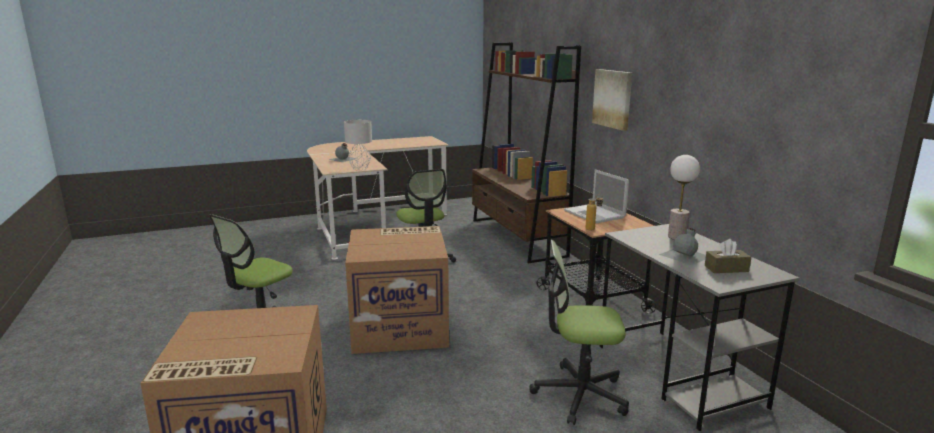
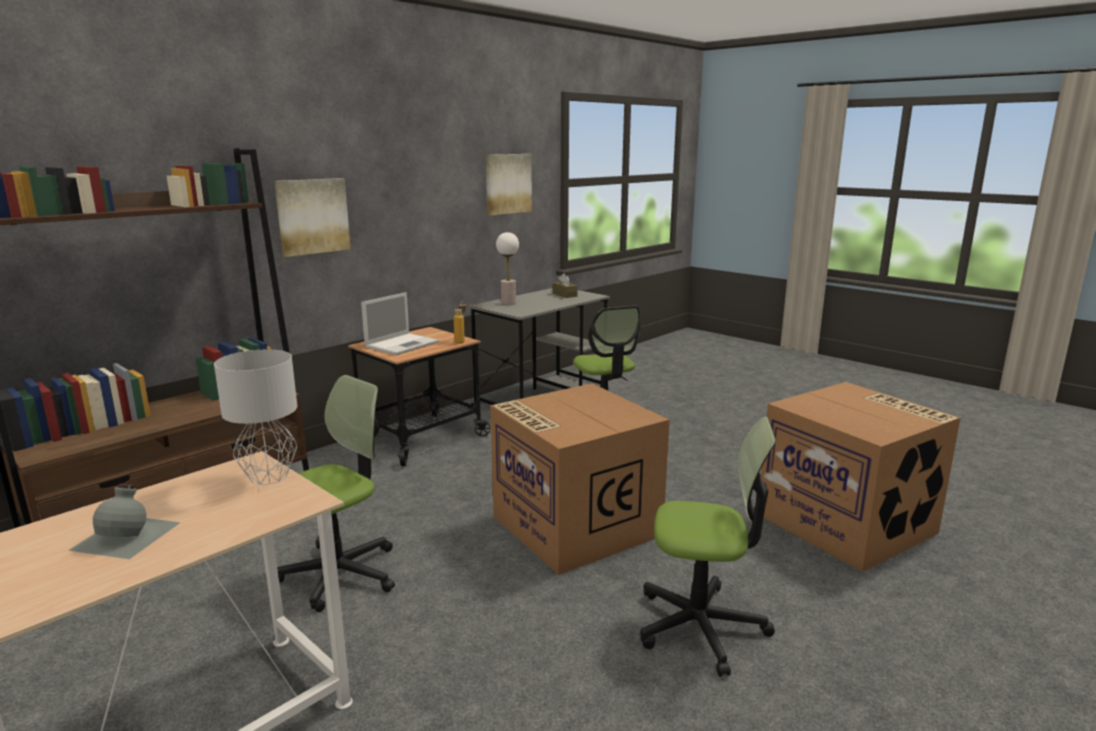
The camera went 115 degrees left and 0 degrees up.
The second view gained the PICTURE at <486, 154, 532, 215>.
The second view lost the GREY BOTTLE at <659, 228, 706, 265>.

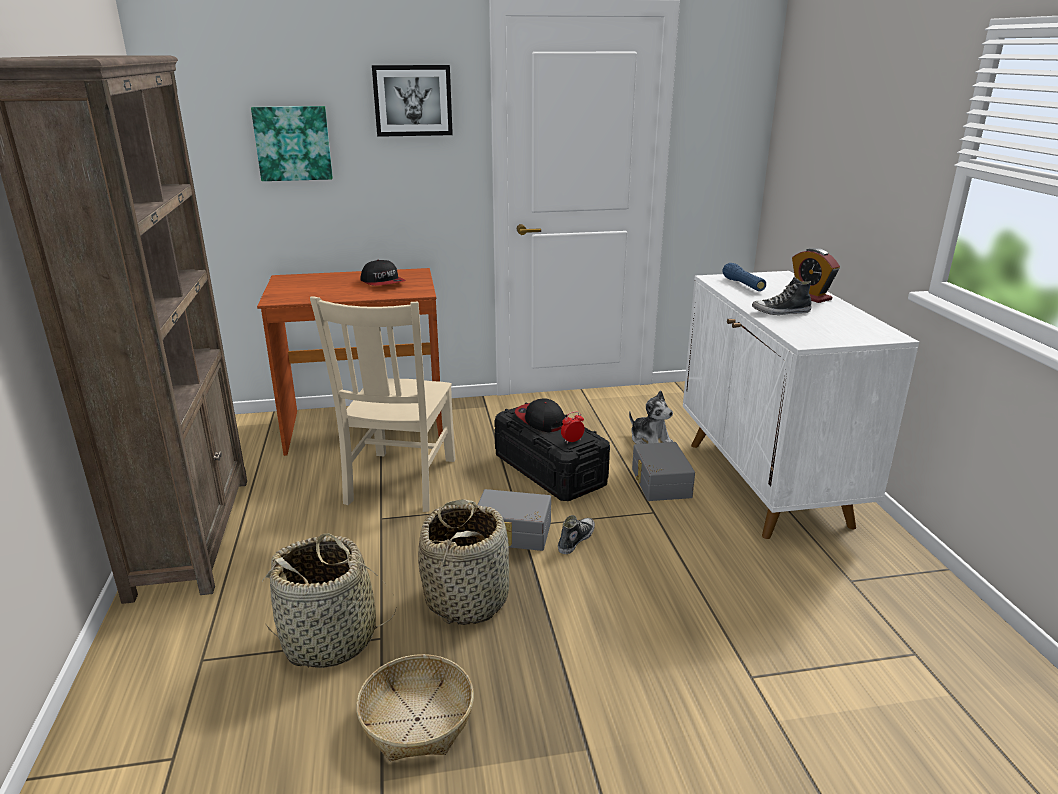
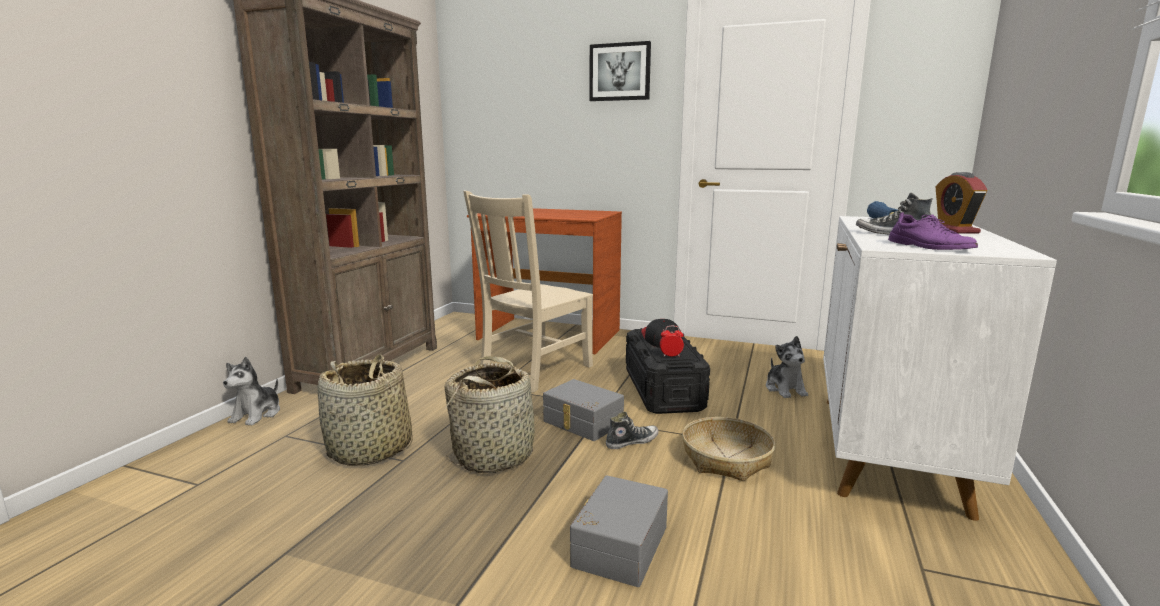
The camera went 30 degrees right and 10 degrees down.
The second view gained the PLUSH TOY at <223, 357, 280, 426>.
The GREY STORAGE BOX ended up elsewhere, having gone from <632, 442, 695, 501> to <570, 475, 668, 587>.
The BASKET ended up elsewhere, having gone from <356, 654, 474, 761> to <682, 417, 775, 481>.
The second view gained the PURPLE SHOE at <888, 212, 978, 250>.
The second view lost the PICTURE at <251, 106, 333, 181>.
The second view lost the CAP at <360, 260, 406, 286>.

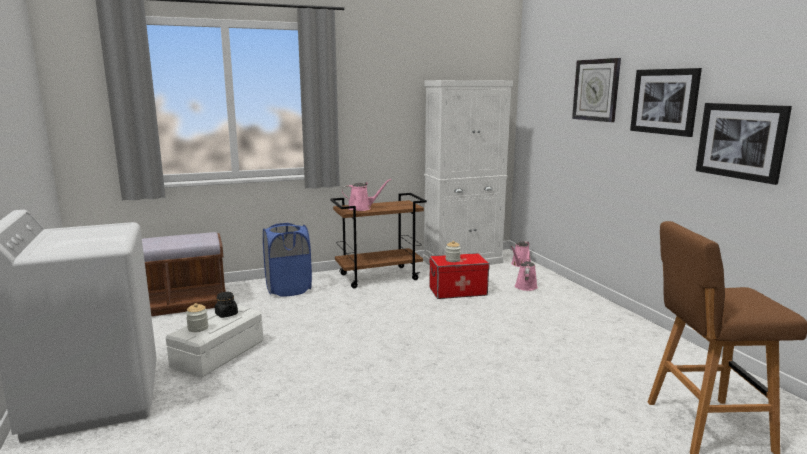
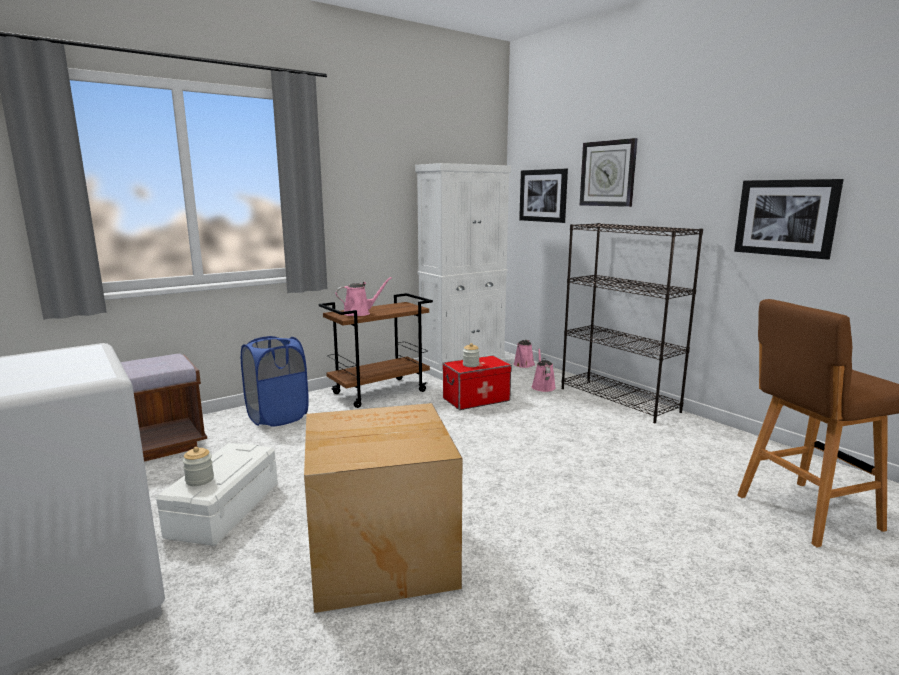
The camera went 15 degrees left and 0 degrees up.
The second view gained the CARDBOARD BOX at <304, 403, 462, 613>.
The PICTURE ended up elsewhere, having gone from <630, 68, 702, 137> to <519, 169, 568, 223>.
The second view gained the BLACK BOOKCASE at <562, 223, 703, 423>.
The second view lost the BLACK JAR at <215, 292, 238, 318>.

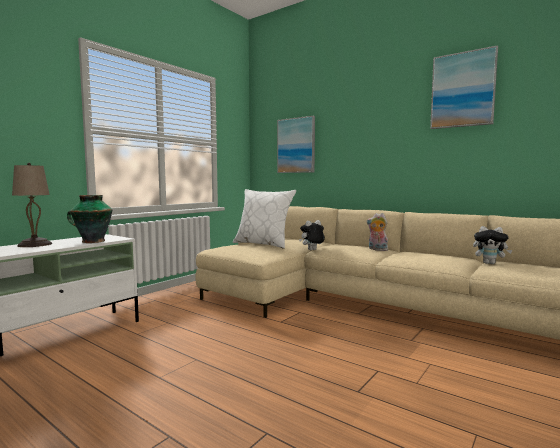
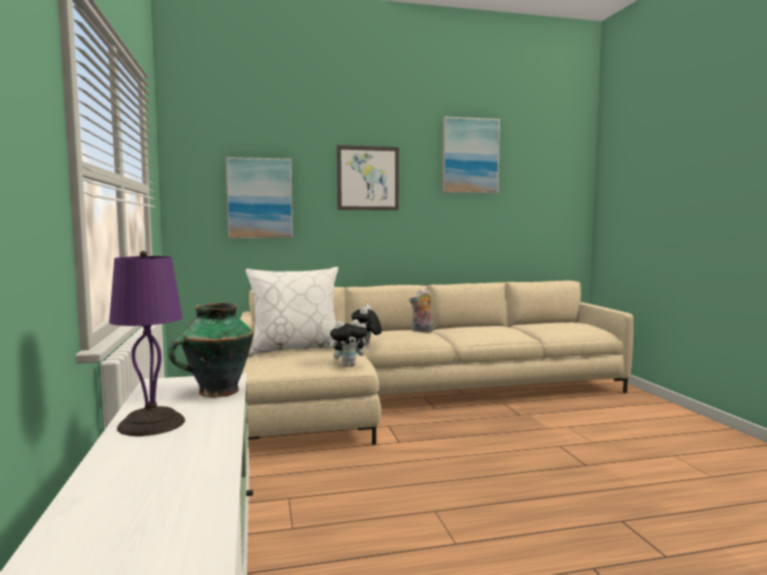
The camera went 50 degrees left and 0 degrees up.
What was the BEIGE TABLE LAMP at <12, 163, 52, 247> turned into the PURPLE TABLE LAMP at <109, 251, 185, 436>.
The PLUSH TOY ended up elsewhere, having gone from <473, 226, 513, 264> to <330, 320, 370, 367>.
The second view gained the PICTURE at <337, 145, 399, 210>.

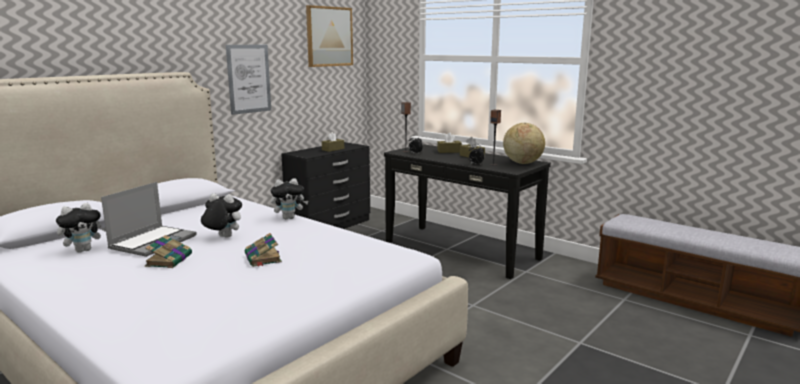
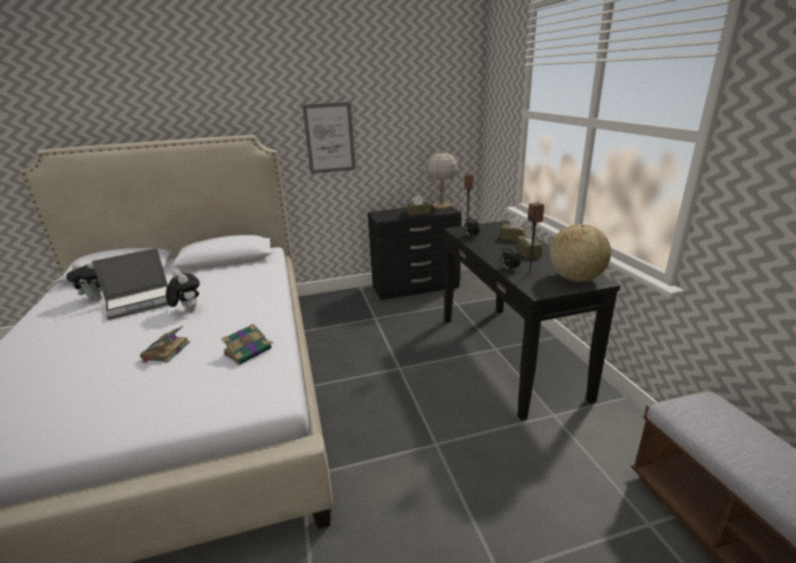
The camera went 35 degrees right and 10 degrees up.
The BOOK ended up elsewhere, having gone from <145, 235, 192, 268> to <221, 324, 274, 365>.
The second view gained the TABLE LAMP at <426, 149, 459, 209>.
The second view lost the PLUSH TOY at <271, 178, 308, 219>.
The second view lost the PICTURE at <306, 5, 353, 67>.

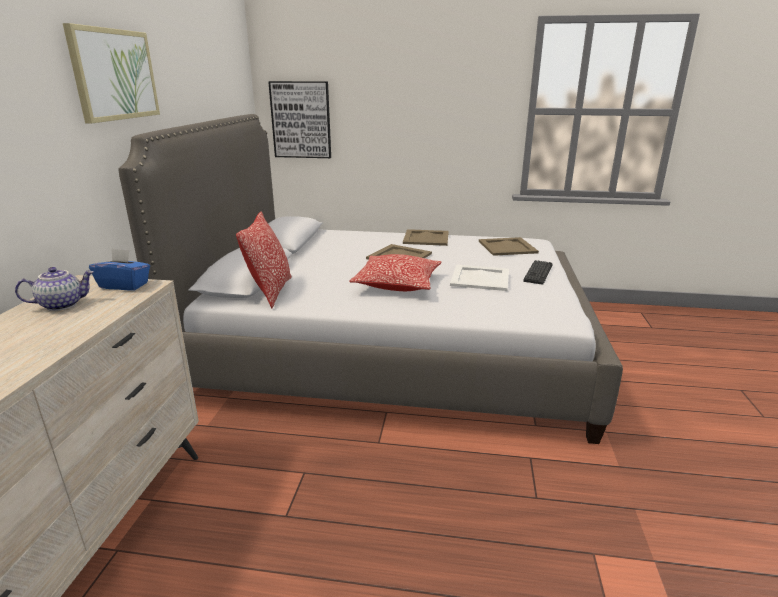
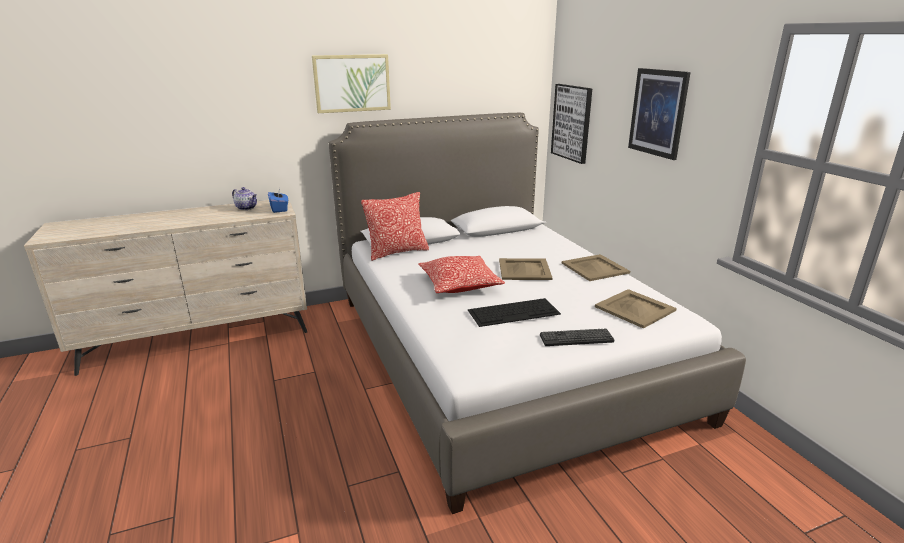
The camera went 60 degrees right and 0 degrees up.
Where the WHITE TRAY stood at <450, 265, 509, 291>, the KEYBOARD came to stand at <468, 298, 561, 327>.
The second view gained the PICTURE at <628, 68, 691, 160>.

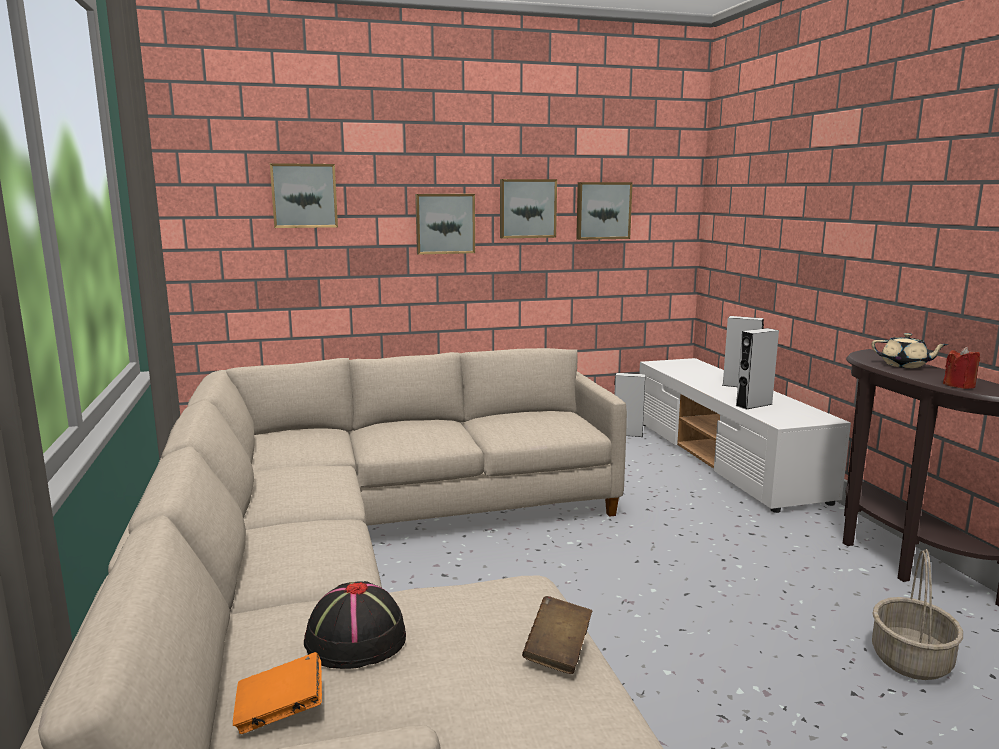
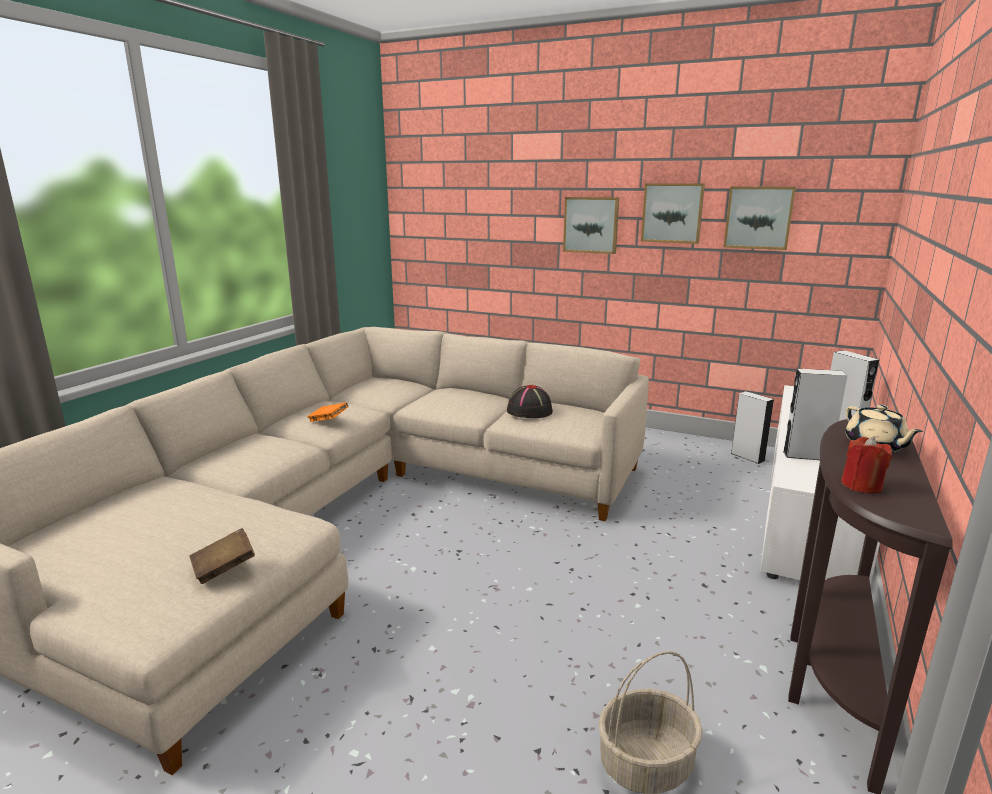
The camera went 40 degrees right and 5 degrees up.
The ORANGE BOOK ended up elsewhere, having gone from <233, 652, 322, 734> to <307, 403, 348, 422>.
The BLACK HAT ended up elsewhere, having gone from <304, 581, 406, 669> to <507, 385, 553, 418>.
The second view lost the PICTURE at <270, 163, 338, 228>.

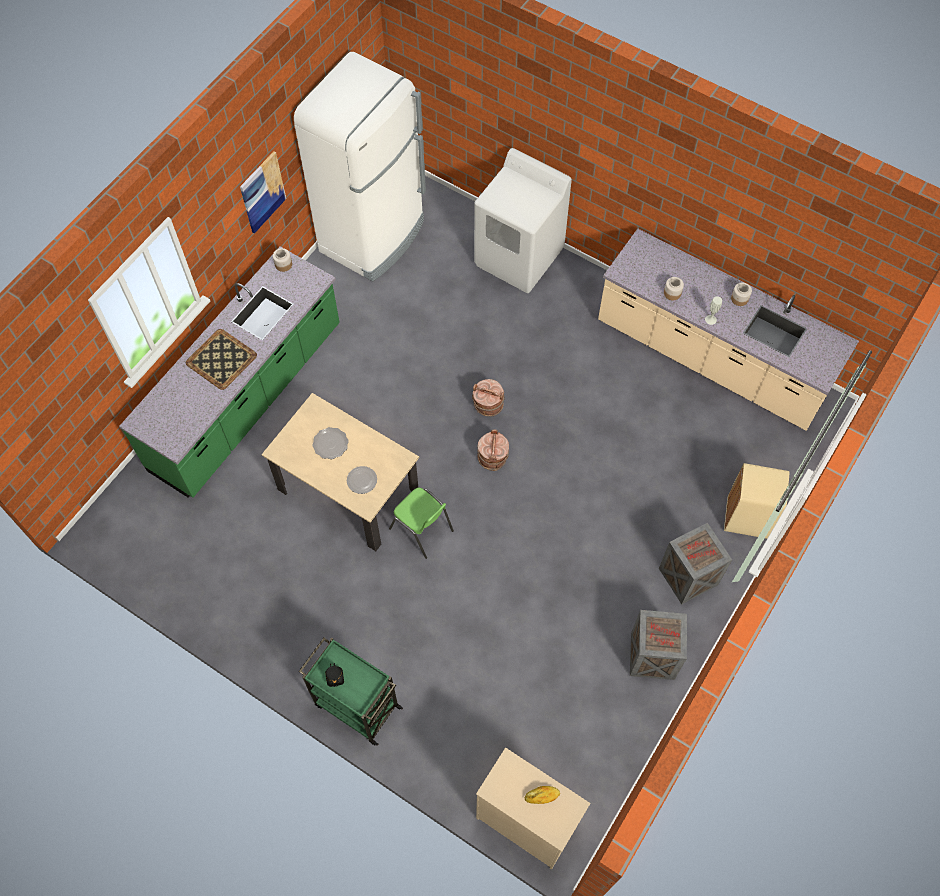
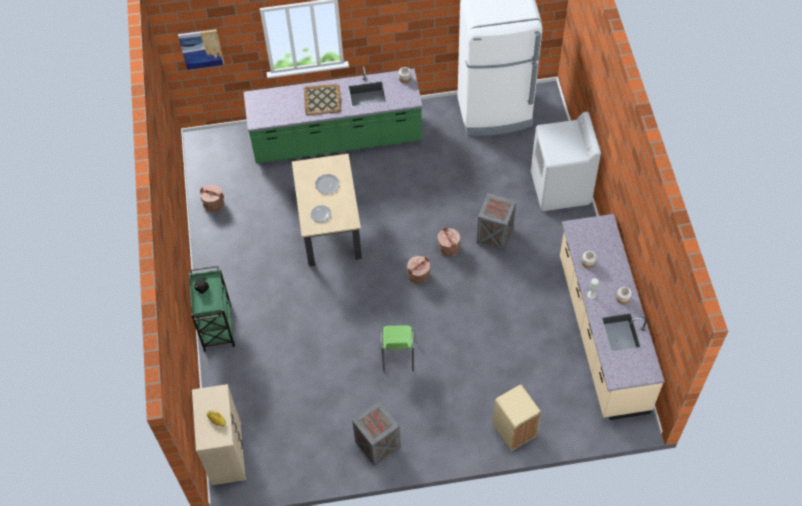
The camera went 50 degrees right and 5 degrees down.
The PICTURE ended up elsewhere, having gone from <240, 151, 286, 234> to <178, 29, 224, 70>.
The second view gained the BROWN BUCKET at <200, 184, 224, 212>.
The GREEN CHAIR ended up elsewhere, having gone from <389, 487, 454, 559> to <381, 326, 415, 371>.
The CRATE ended up elsewhere, having gone from <659, 523, 732, 604> to <476, 193, 516, 252>.

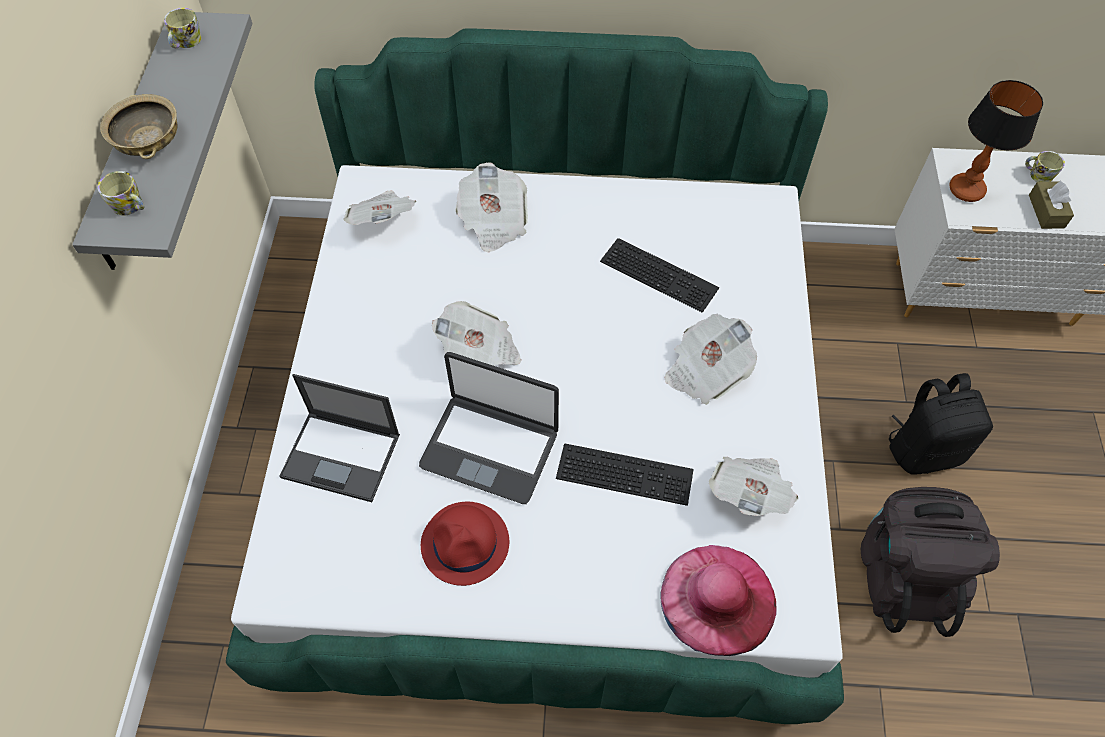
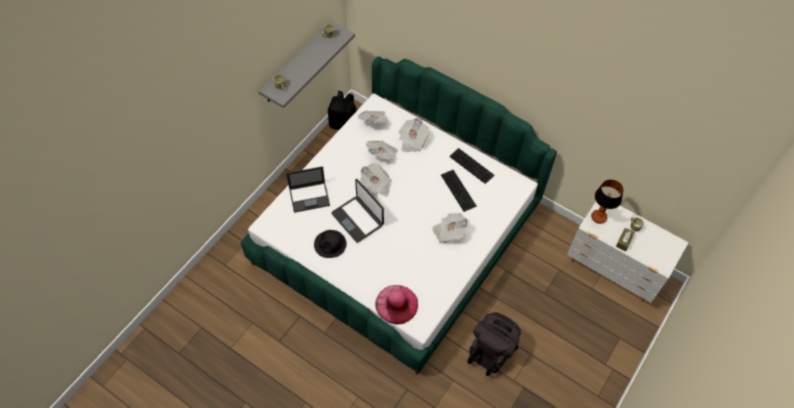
The camera went 30 degrees right and 0 degrees up.
The LAPTOP at <279, 374, 400, 502> ended up facing another way, 60 degrees counterclockwise from before.
What was the RED HAT at <421, 502, 509, 586> turned into the BLACK HAT at <314, 230, 347, 258>.
The BLACK BACKPACK ended up elsewhere, having gone from <889, 373, 993, 475> to <328, 91, 356, 130>.
The NEWSPAPER ended up elsewhere, having gone from <709, 457, 798, 516> to <366, 141, 398, 160>.
The KEYBOARD ended up elsewhere, having gone from <556, 443, 694, 506> to <449, 148, 494, 184>.
The second view lost the BEIGE BOWL at <100, 94, 177, 159>.

